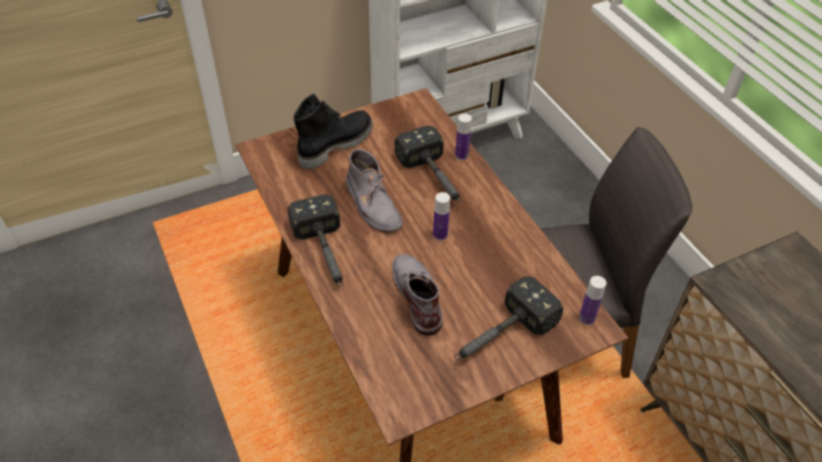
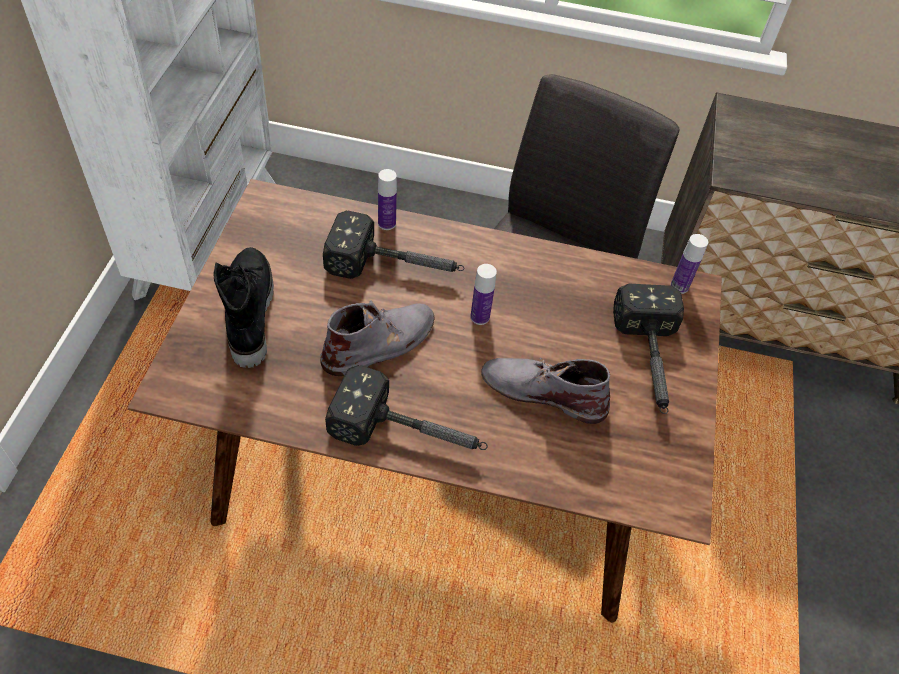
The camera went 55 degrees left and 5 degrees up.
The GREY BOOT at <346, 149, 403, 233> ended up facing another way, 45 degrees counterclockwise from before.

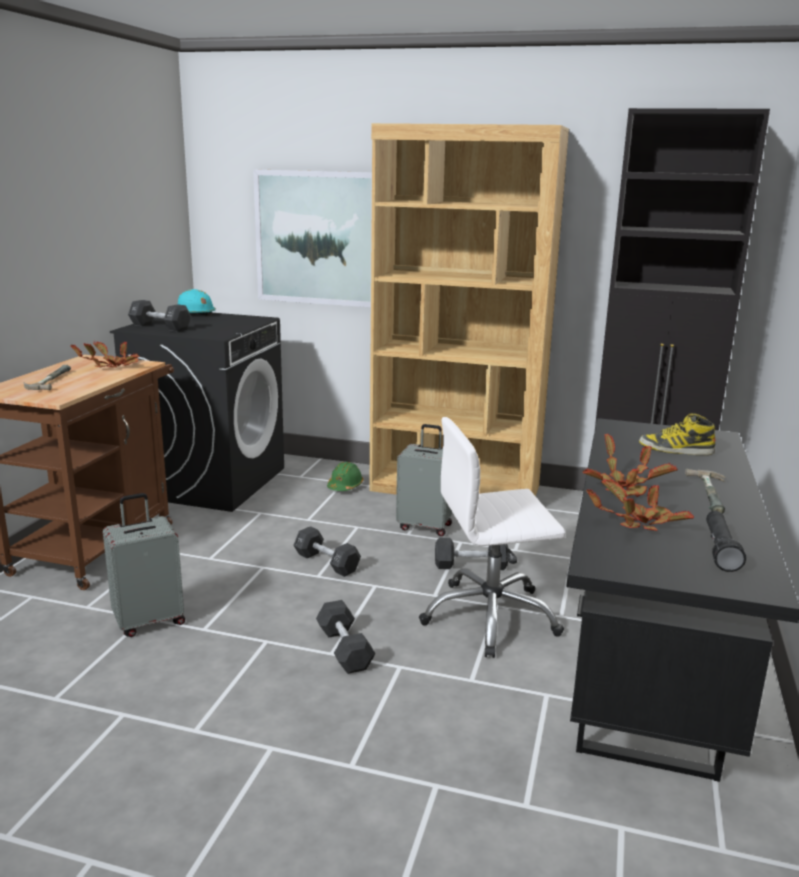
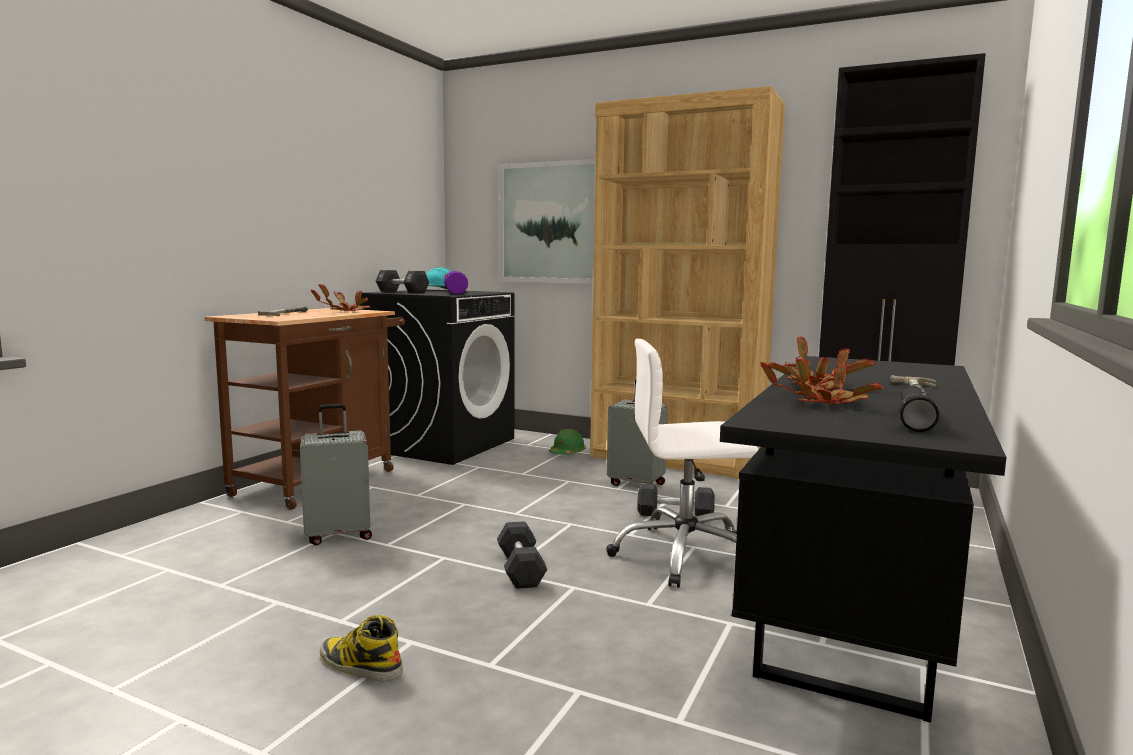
The camera went 10 degrees right and 10 degrees down.
The BOOT ended up elsewhere, having gone from <639, 413, 715, 455> to <320, 615, 403, 681>.
The second view gained the PURPLE DUMBBELL at <444, 271, 468, 294>.
The second view lost the BLACK DUMBBELL at <293, 526, 361, 577>.

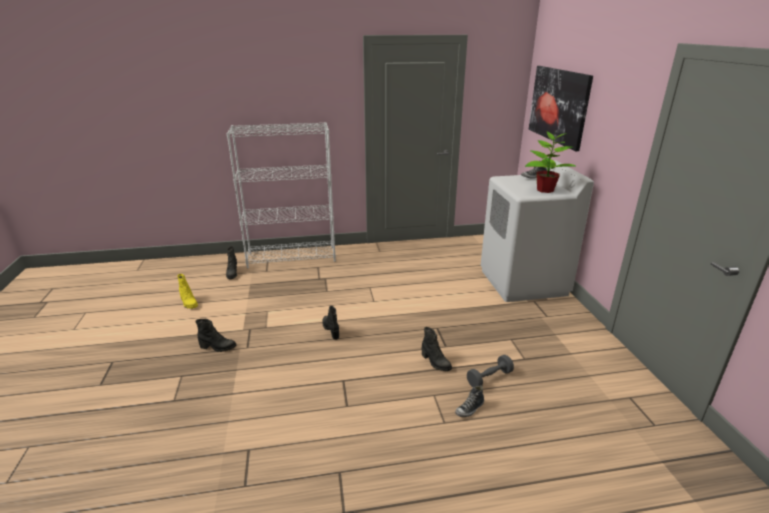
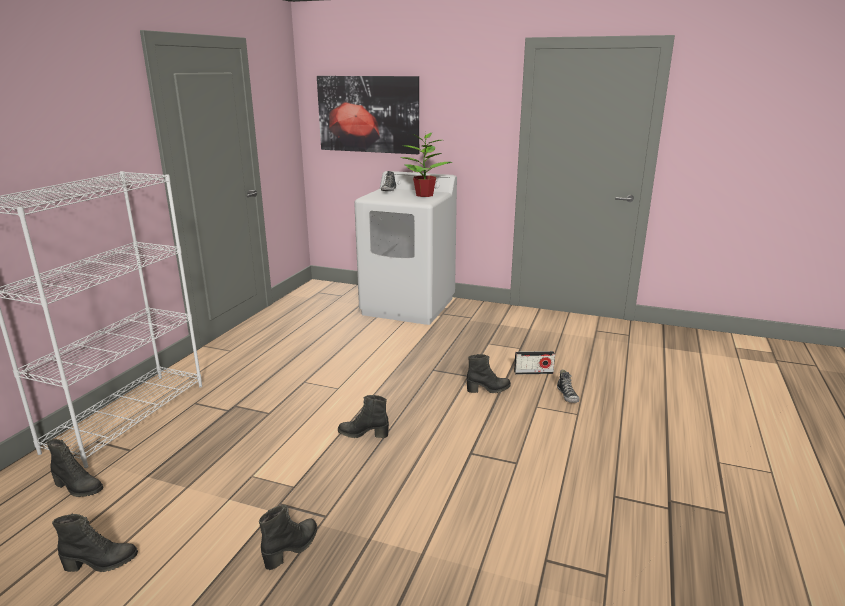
The camera went 60 degrees left and 5 degrees down.
What was the YELLOW BOOT at <177, 274, 198, 309> turned into the BLACK BOOT at <52, 514, 138, 572>.
Where the GREY DUMBBELL stood at <467, 355, 514, 387>, the RADIO came to stand at <514, 351, 555, 374>.

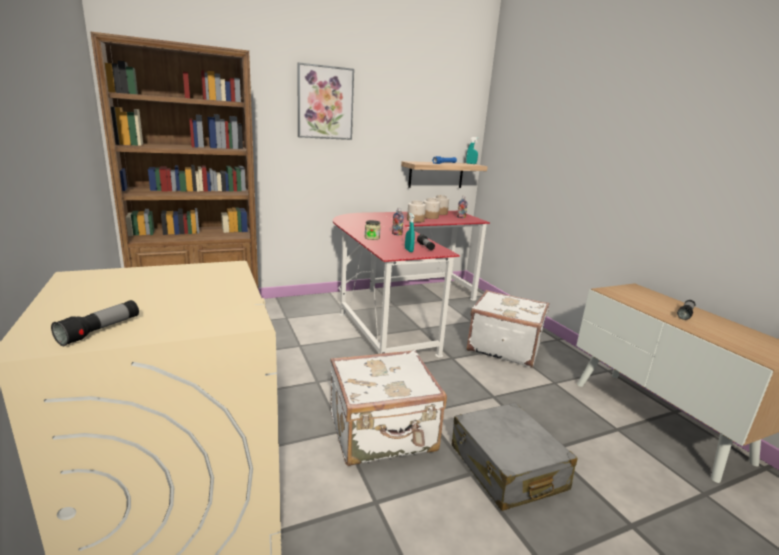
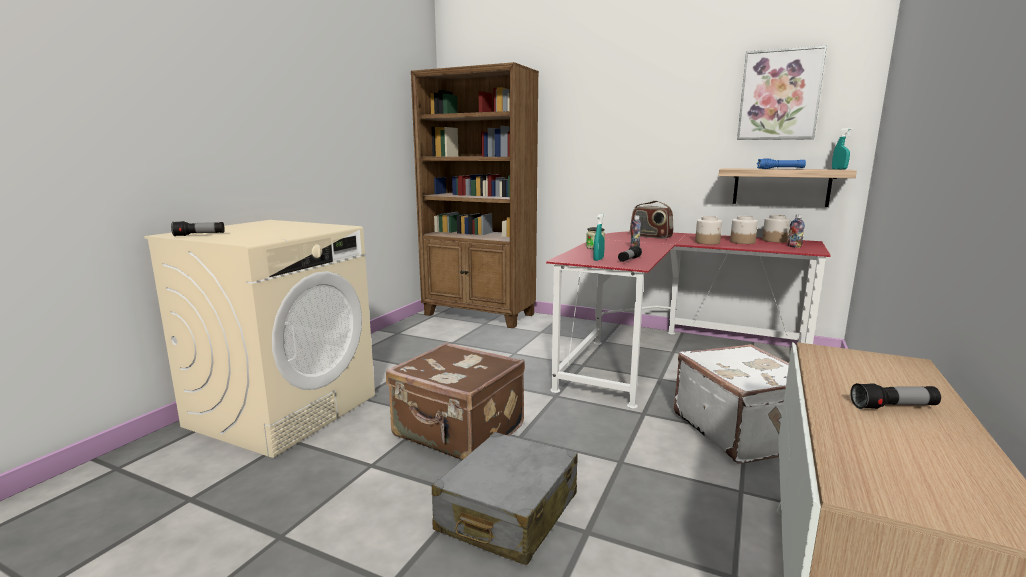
The camera went 50 degrees right and 5 degrees down.
What was the WHITE SUITCASE at <330, 349, 447, 466> turned into the BROWN SUITCASE at <386, 342, 525, 460>.
The second view gained the RADIO at <630, 201, 673, 239>.
The PICTURE ended up elsewhere, having gone from <297, 62, 354, 140> to <737, 45, 827, 140>.

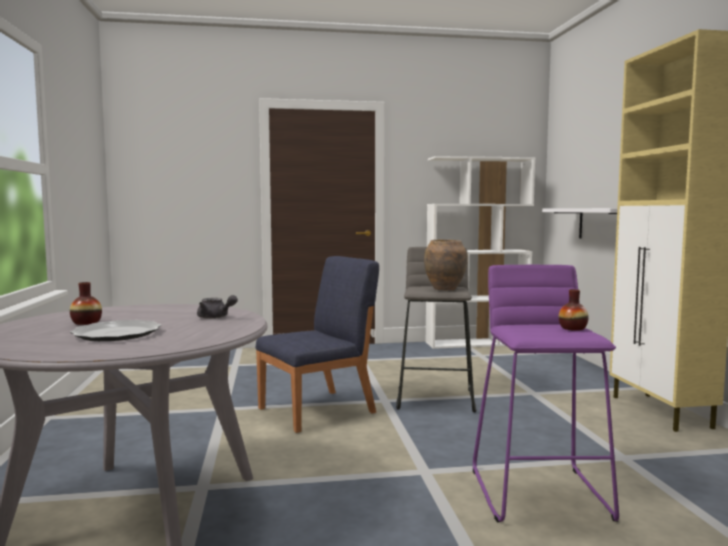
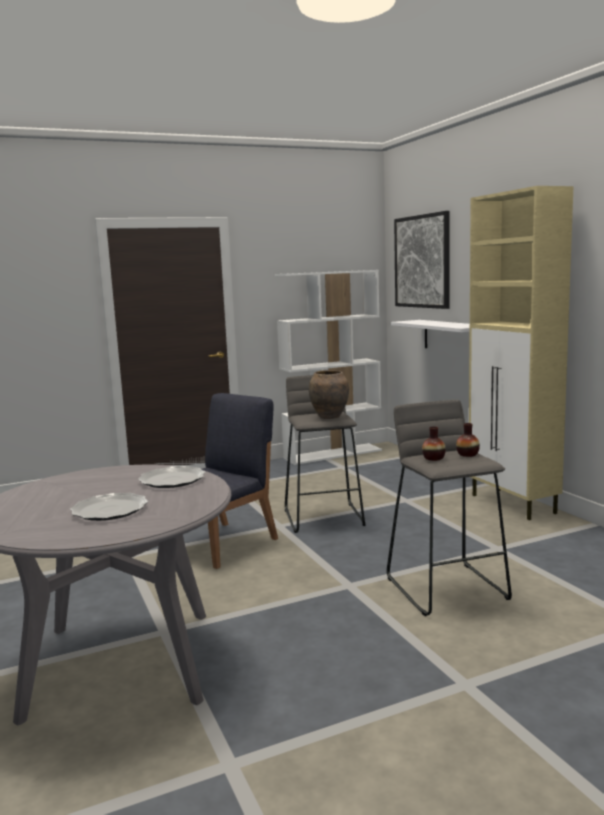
The camera went 15 degrees left and 5 degrees up.
Where the GREY TEAPOT stood at <197, 295, 238, 319>, the PLATE came to stand at <138, 466, 206, 488>.
What was the PURPLE STOOL at <473, 265, 619, 522> turned into the GREY STOOL at <387, 400, 512, 616>.
The second view gained the PICTURE at <394, 211, 450, 309>.
The VASE ended up elsewhere, having gone from <70, 282, 102, 325> to <422, 426, 446, 461>.

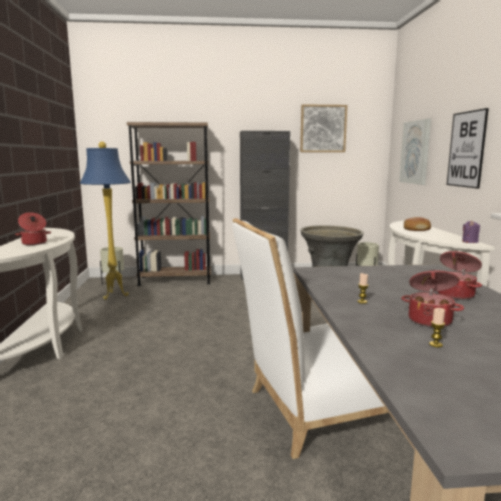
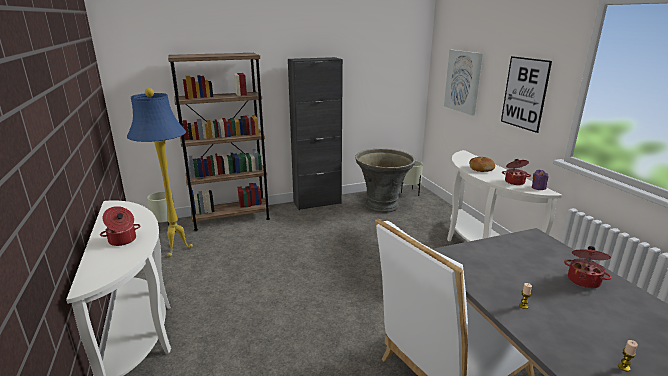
The camera went 15 degrees left and 10 degrees up.
The COOKING POT ended up elsewhere, having gone from <401, 270, 464, 327> to <502, 159, 531, 185>.
The second view lost the PICTURE at <300, 104, 347, 152>.

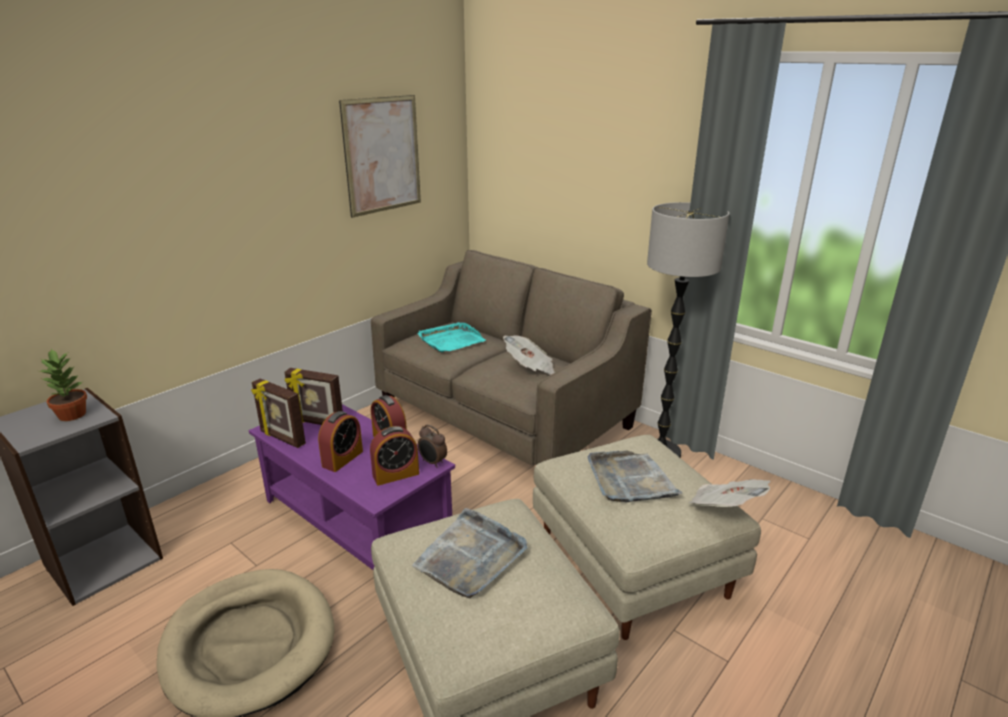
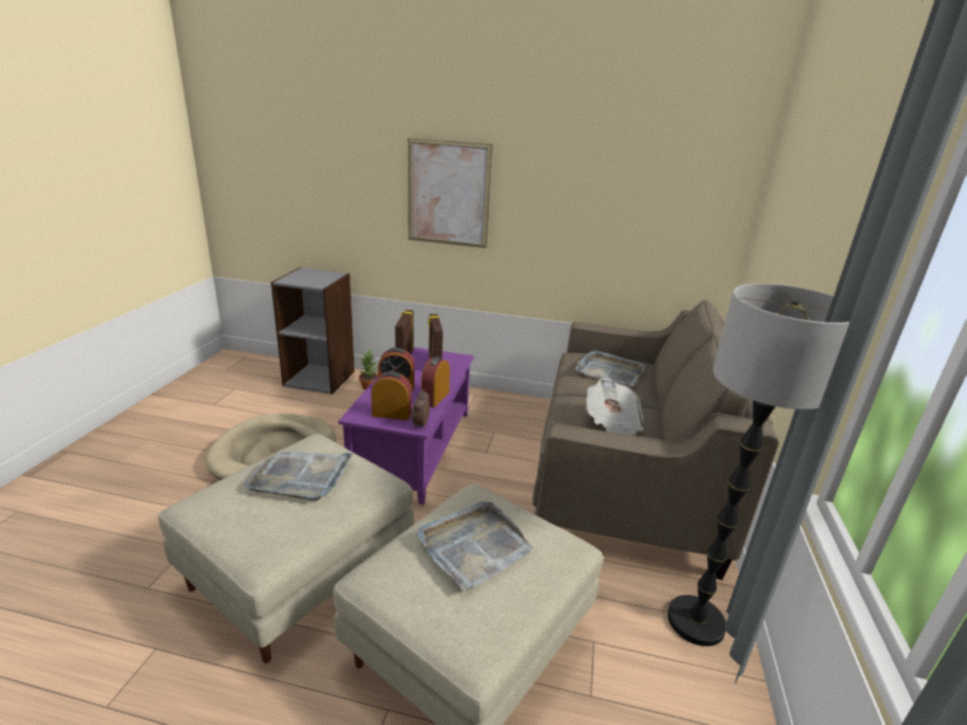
The camera went 60 degrees right and 0 degrees up.
The POTTED PLANT ended up elsewhere, having gone from <39, 349, 87, 421> to <359, 349, 378, 390>.
The ALARM CLOCK at <370, 426, 419, 486> ended up facing another way, 150 degrees clockwise from before.
The PICTURE ended up elsewhere, having gone from <339, 95, 421, 218> to <408, 138, 493, 248>.
What was the TURQUOISE TRAY at <418, 322, 486, 353> turned into the GREY TRAY at <574, 350, 646, 386>.
The second view lost the NEWSPAPER at <688, 479, 770, 507>.

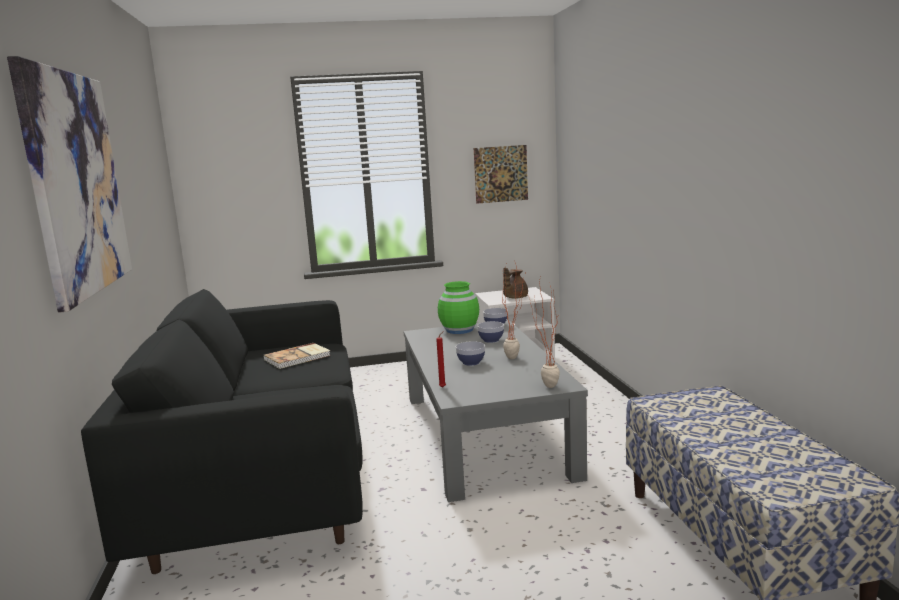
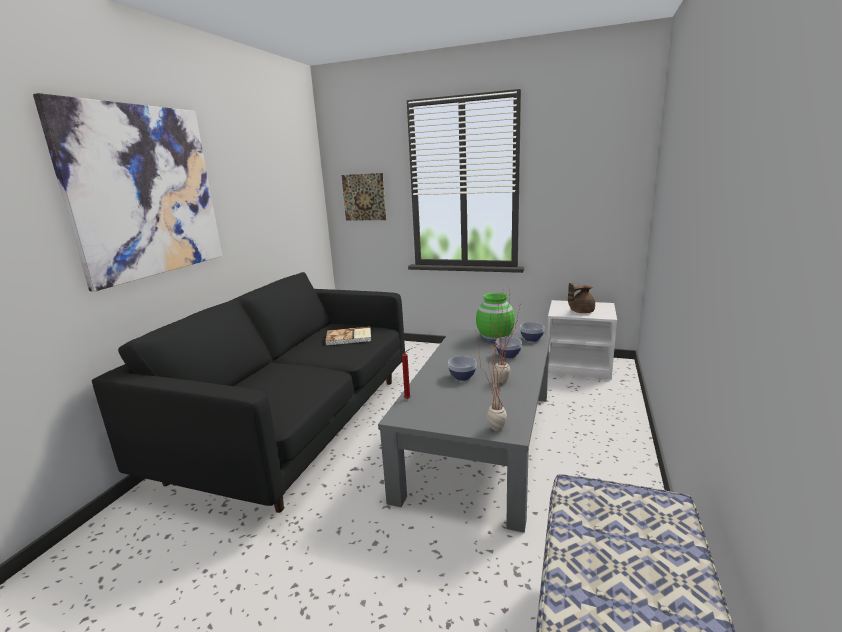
The camera went 30 degrees right and 5 degrees up.
The PICTURE ended up elsewhere, having gone from <474, 145, 528, 204> to <342, 173, 386, 221>.

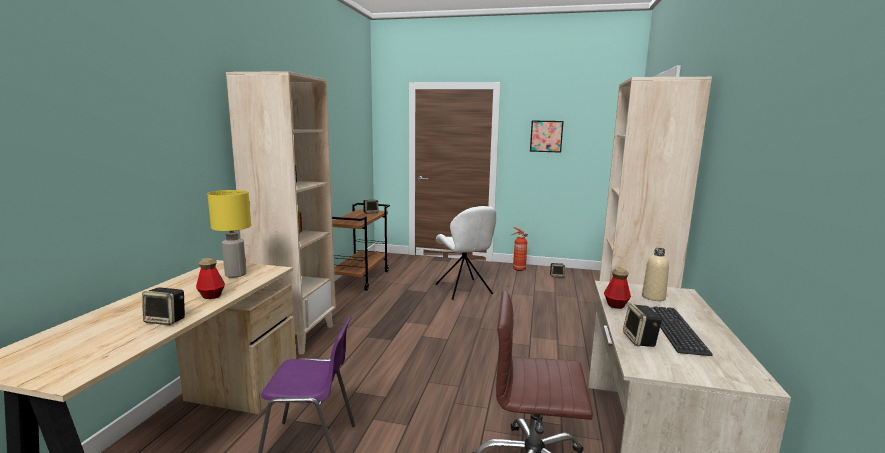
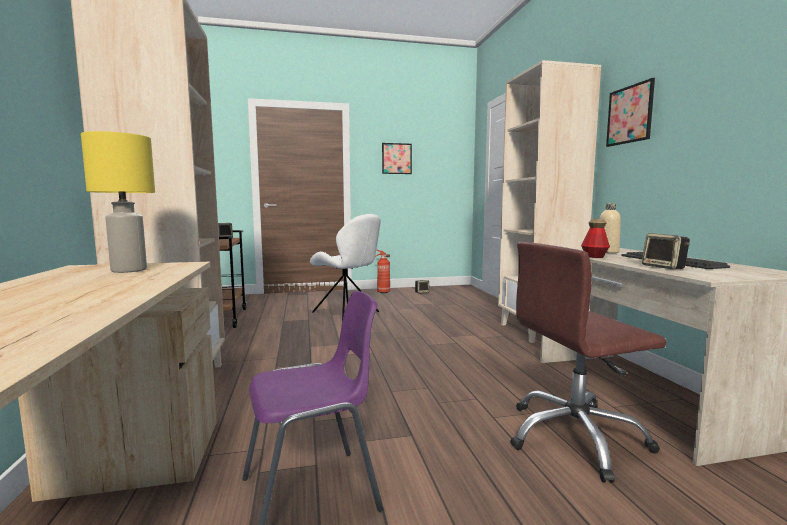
The camera went 25 degrees left and 5 degrees down.
The second view gained the PICTURE at <606, 78, 655, 147>.
The second view lost the SPEAKER at <142, 287, 185, 325>.
The second view lost the BOTTLE at <196, 258, 225, 299>.

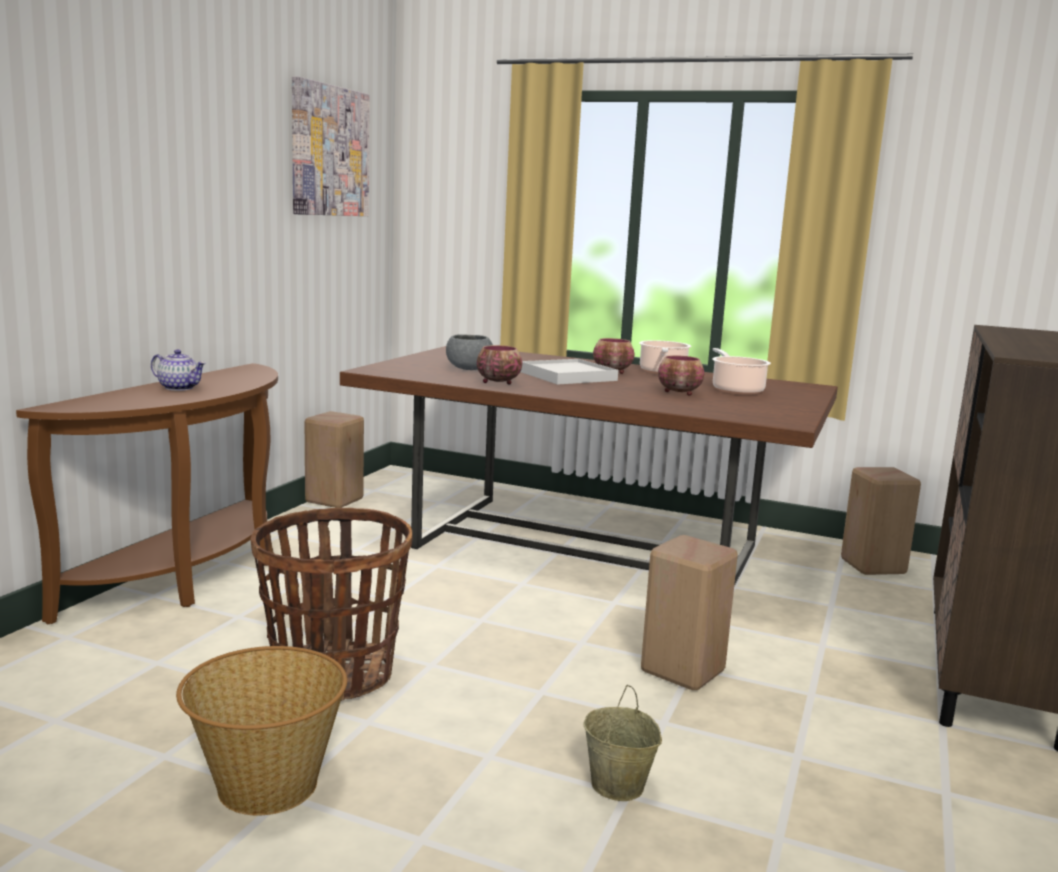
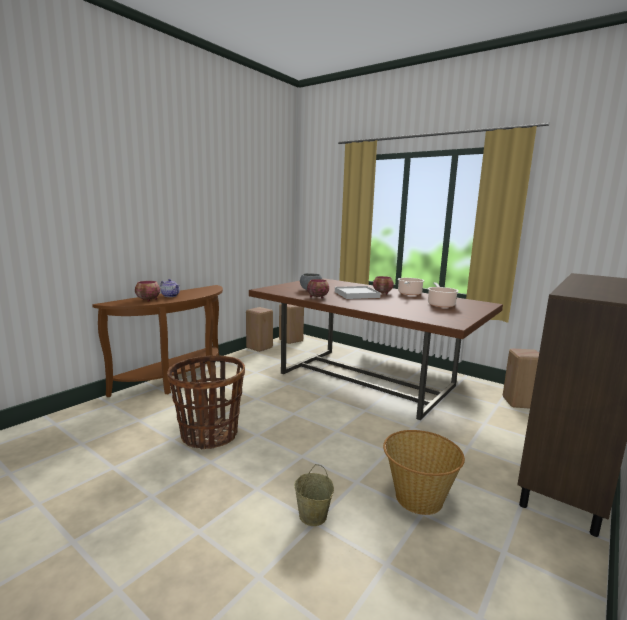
The camera went 15 degrees right and 0 degrees up.
The BOWL ended up elsewhere, having gone from <658, 355, 704, 396> to <135, 281, 160, 302>.
The BEIGE STOOL ended up elsewhere, having gone from <641, 535, 738, 690> to <279, 304, 304, 344>.
The BASKET ended up elsewhere, having gone from <176, 646, 347, 815> to <383, 430, 465, 515>.
The second view lost the PICTURE at <292, 76, 370, 216>.

